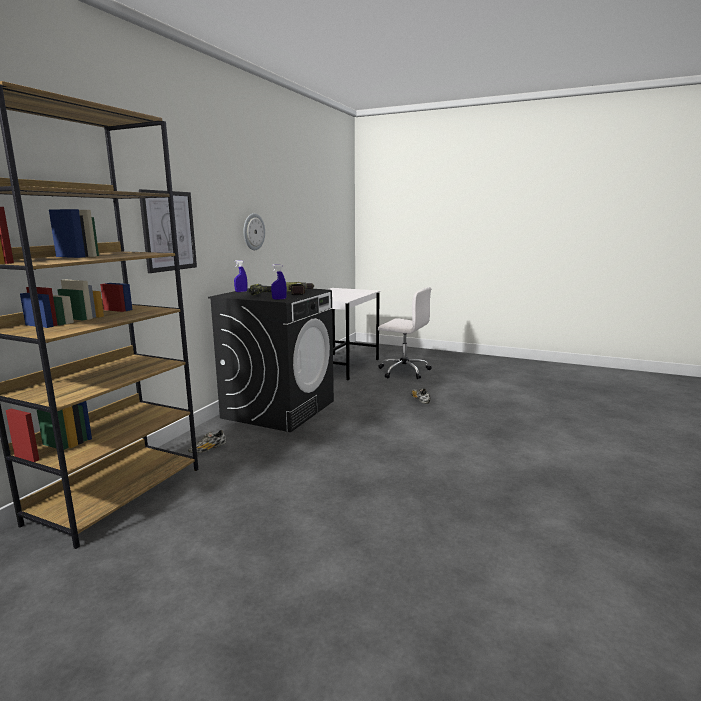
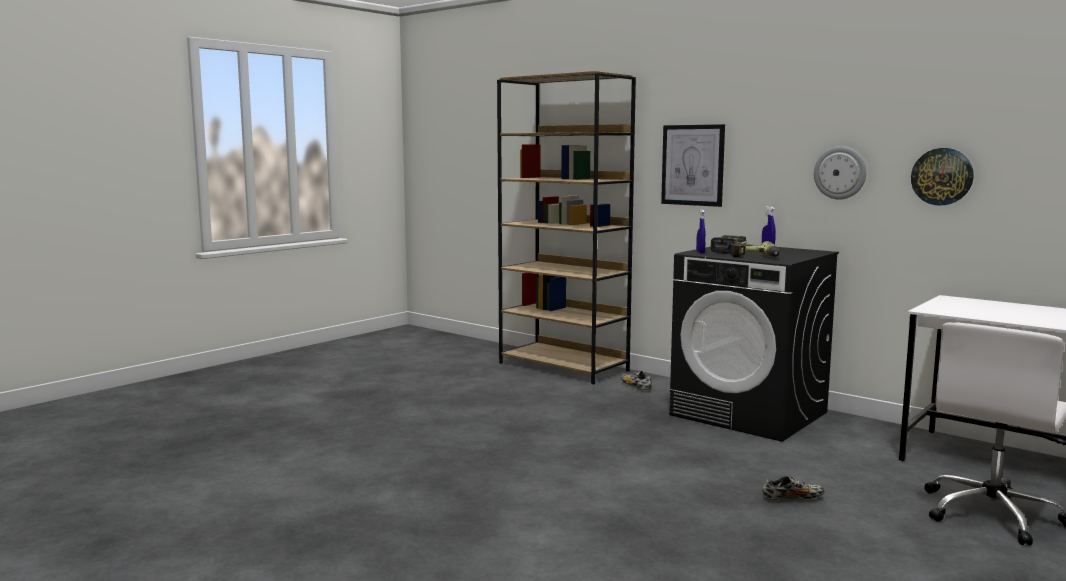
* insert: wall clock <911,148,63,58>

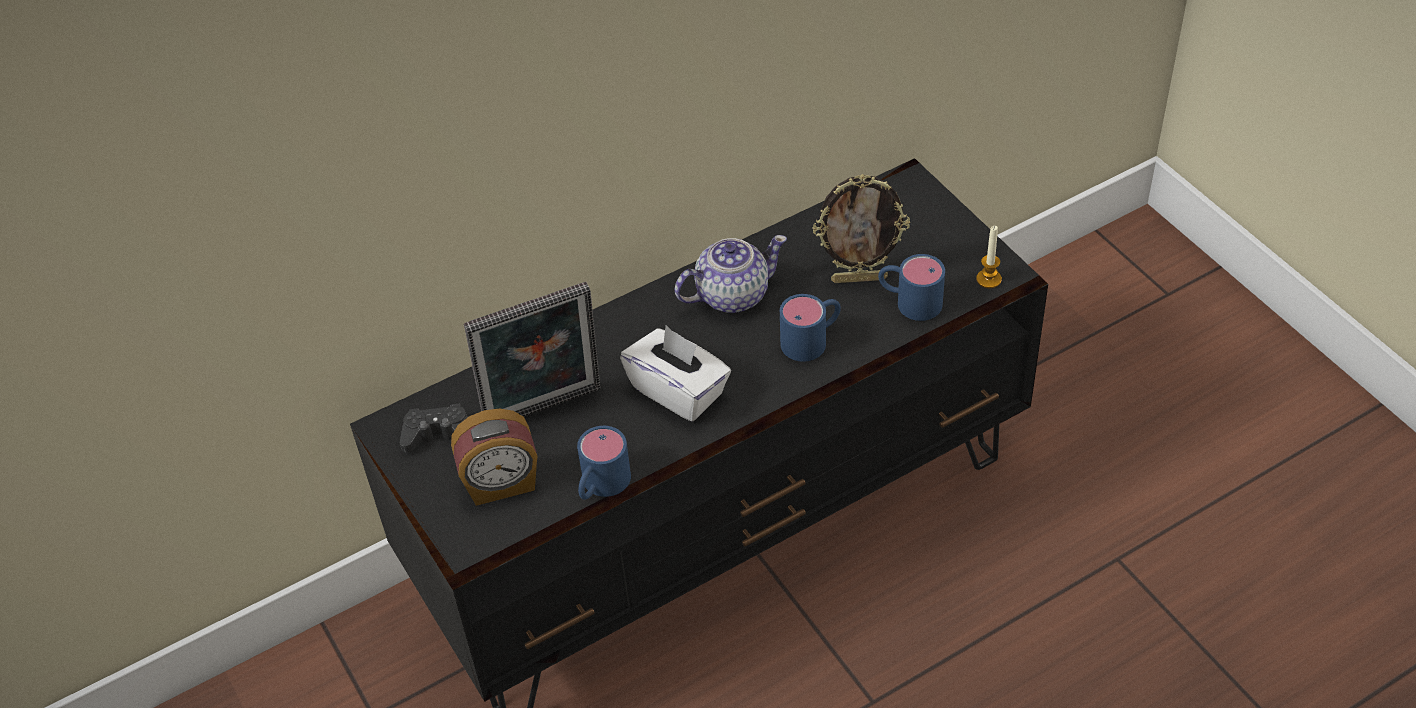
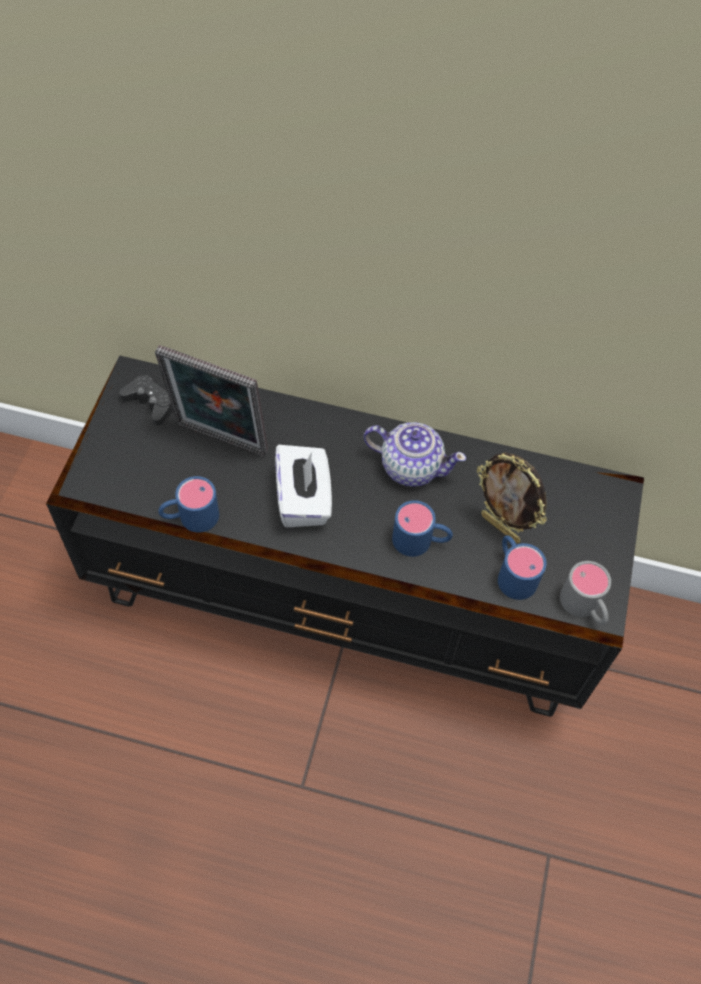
* delete: alarm clock <451,408,86,98>
* replace: wax candle <976,226,26,62> to coffee mug/greyish <560,561,51,64>

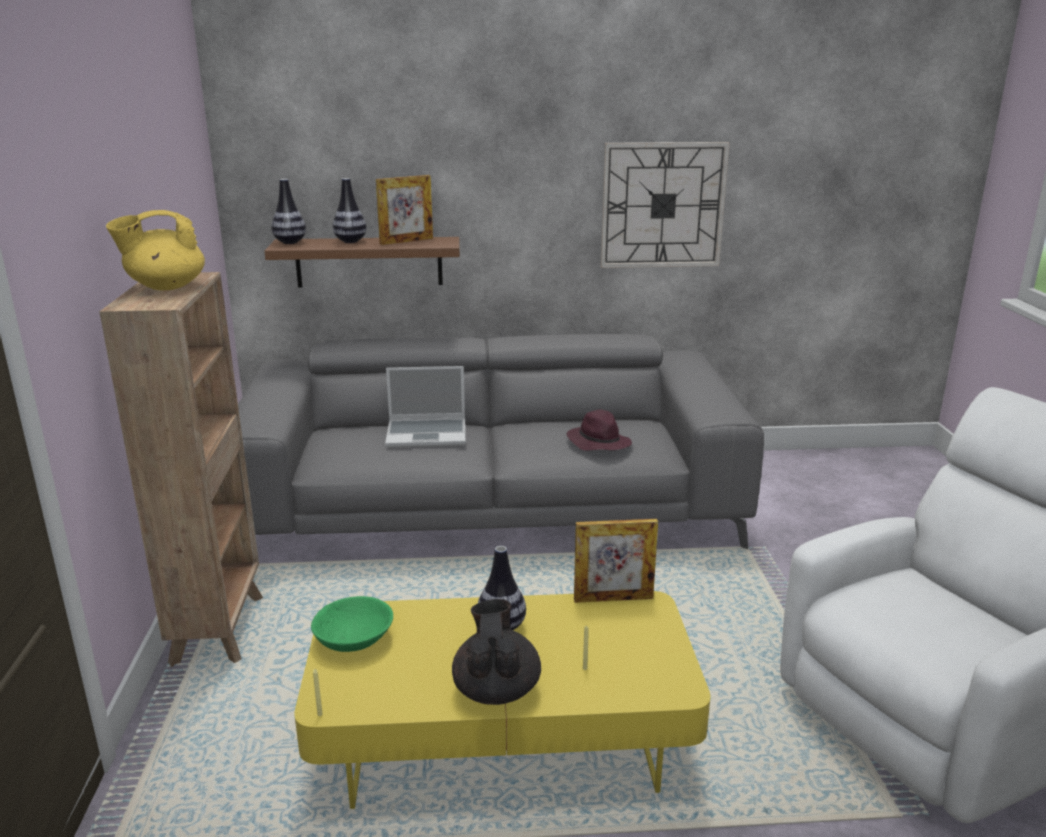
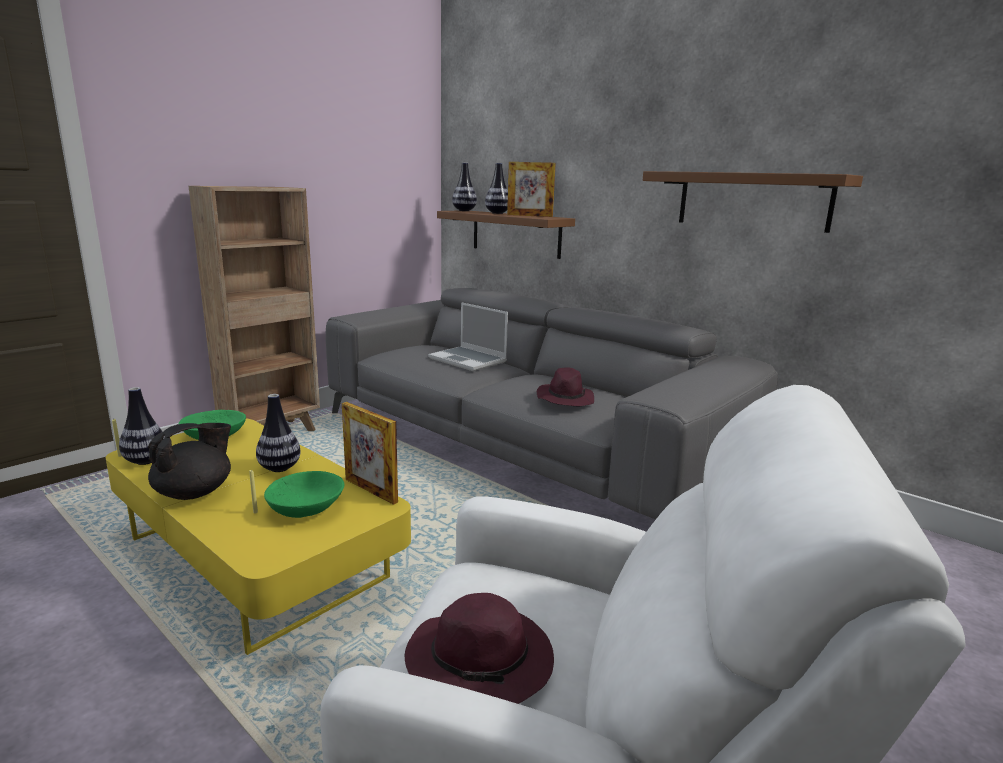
* delete: teapot/yellowish <106,210,99,80>
* replace: wall clock <600,142,130,126> to wall shelf/brown <643,171,220,62>
* insert: decorative vase <119,387,46,78>
* insert: serving bowl/greenish <264,471,81,47>
* insert: clothing hat/purple <405,593,149,111>

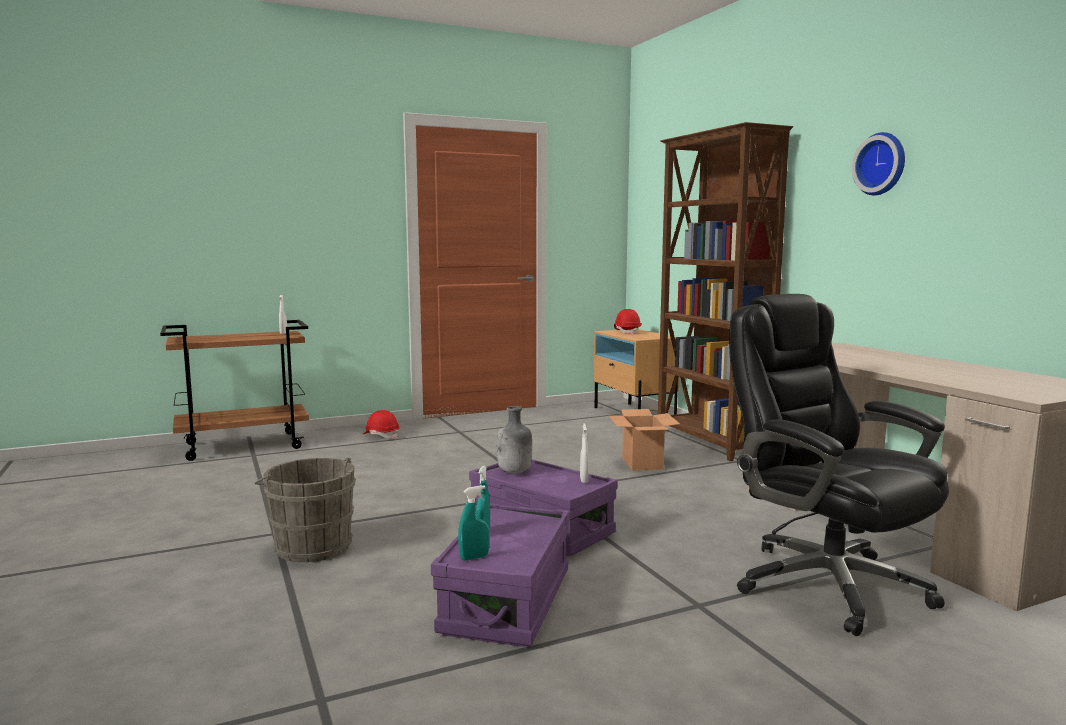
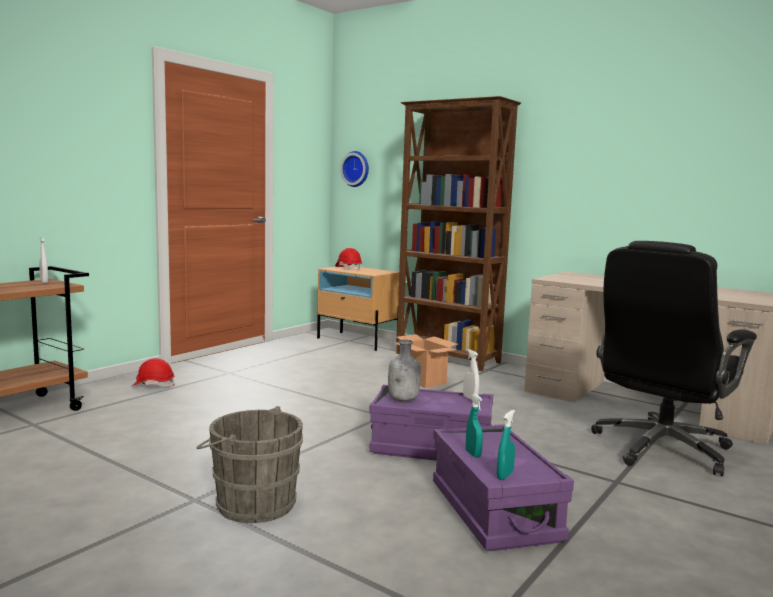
* rotate: office chair/black-coloured <729,294,220,342> = <591,241,166,235> 75 degrees counterclockwise
* move: wall clock <852,132,53,63> to <340,151,29,36>

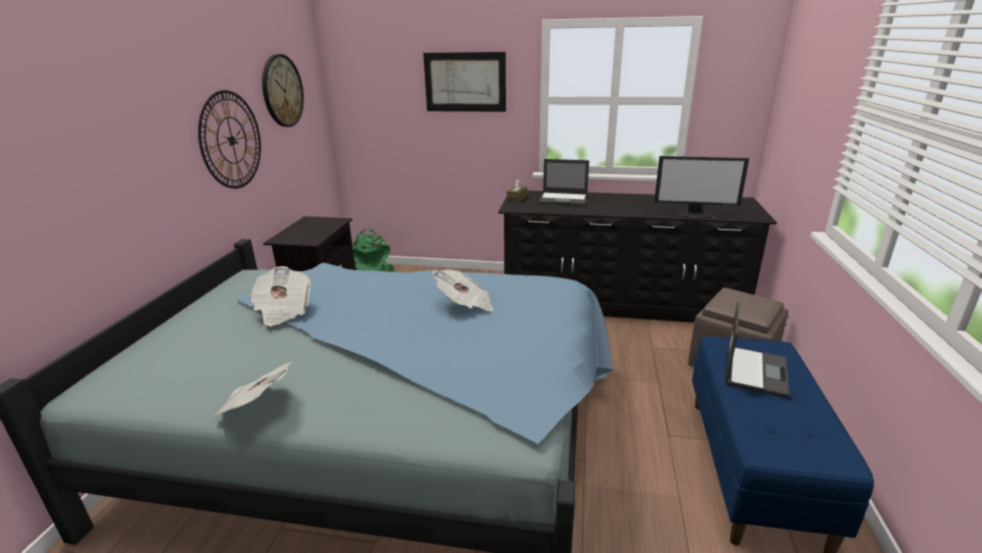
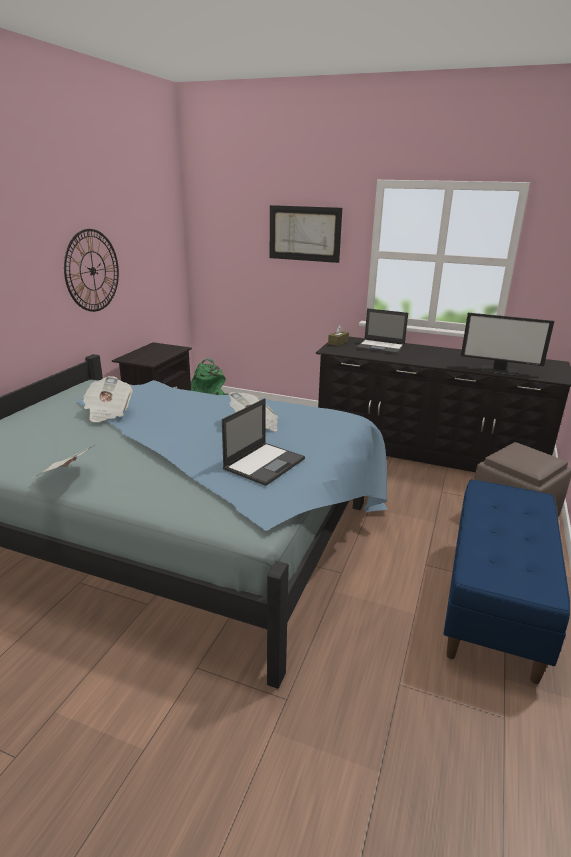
* delete: wall clock <262,54,42,73>
* move: laptop <725,301,65,97> to <222,398,83,88>

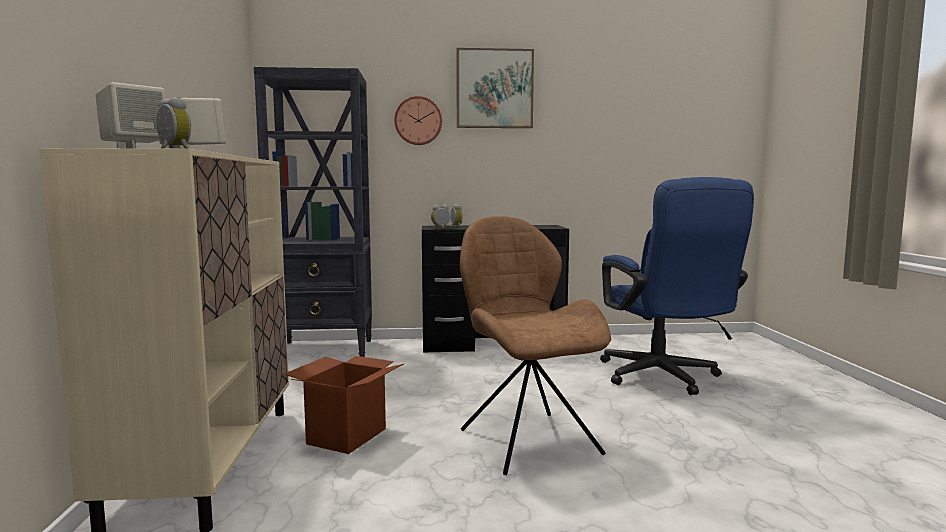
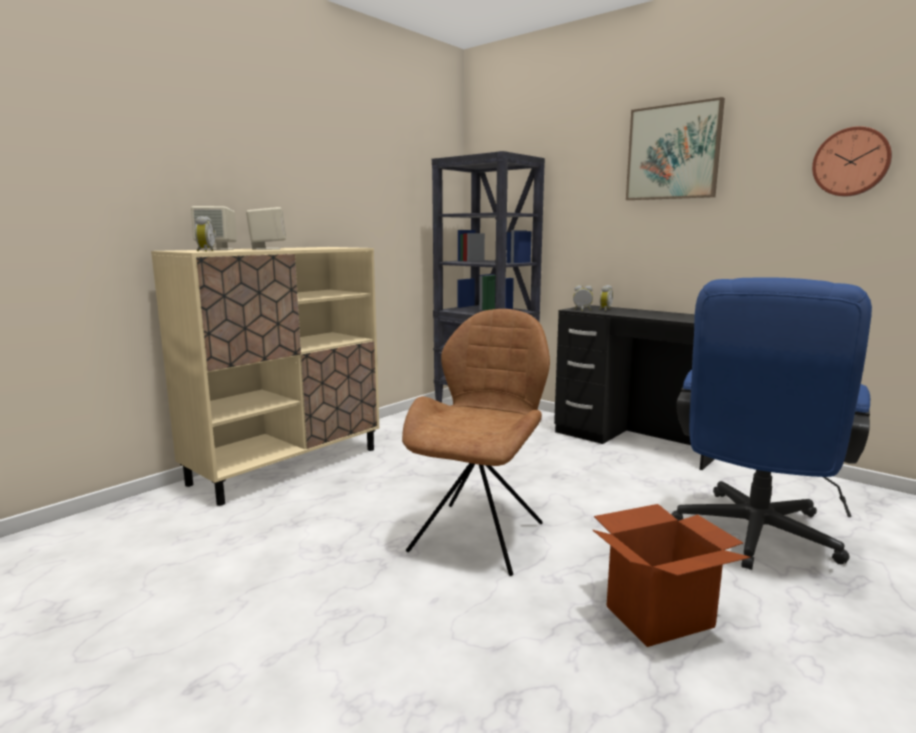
* move: packing box <284,356,120,98> to <592,504,159,143>
* move: wall clock <394,96,48,49> to <812,126,80,70>

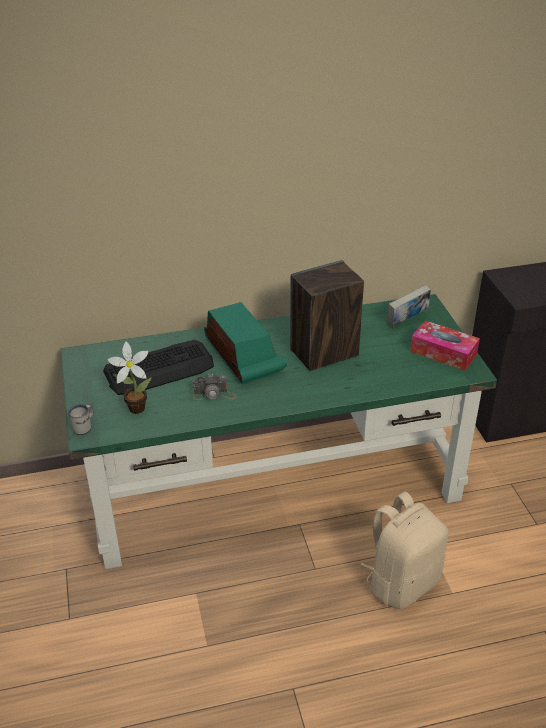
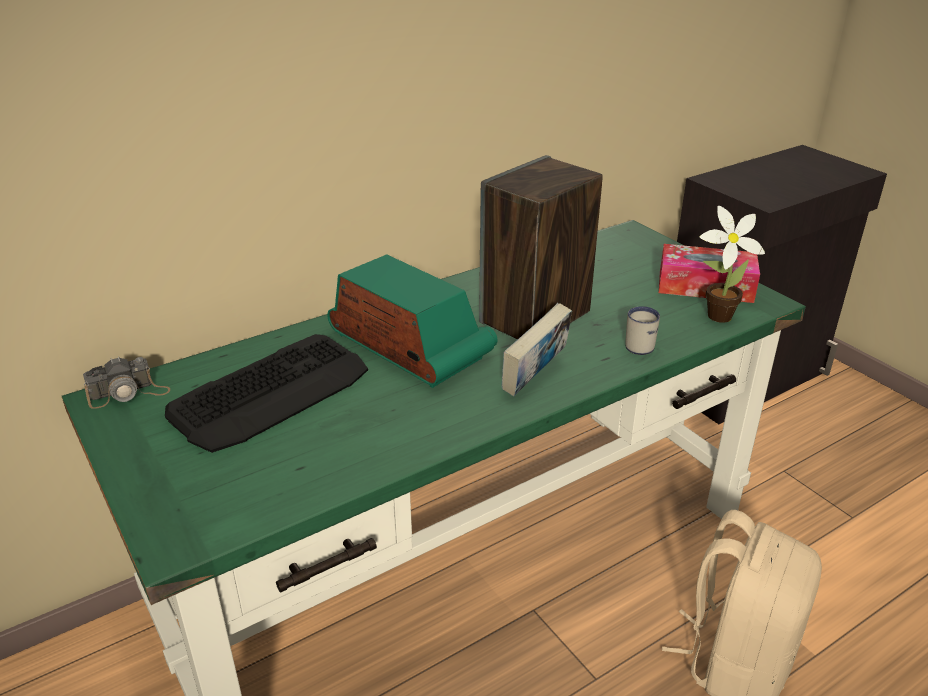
* move: coffee mug/white-coloured <68,404,25,31> to <625,306,35,49>
* move: plant in a pot <108,342,43,72> to <700,206,65,117>
* move: still camera <193,373,43,27> to <83,356,87,53>
* move: volume <388,285,43,42> to <502,303,70,93>

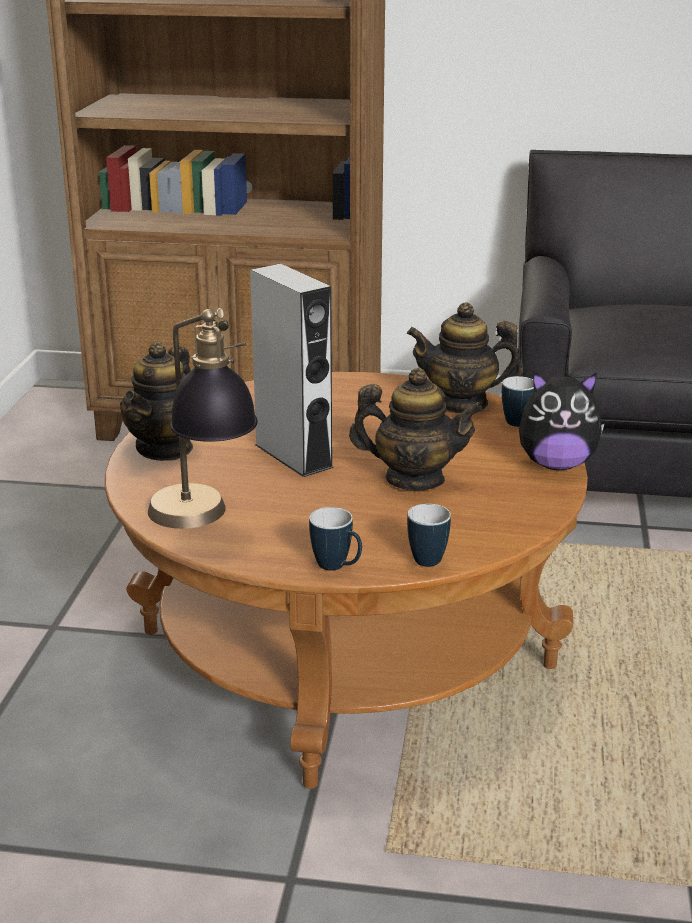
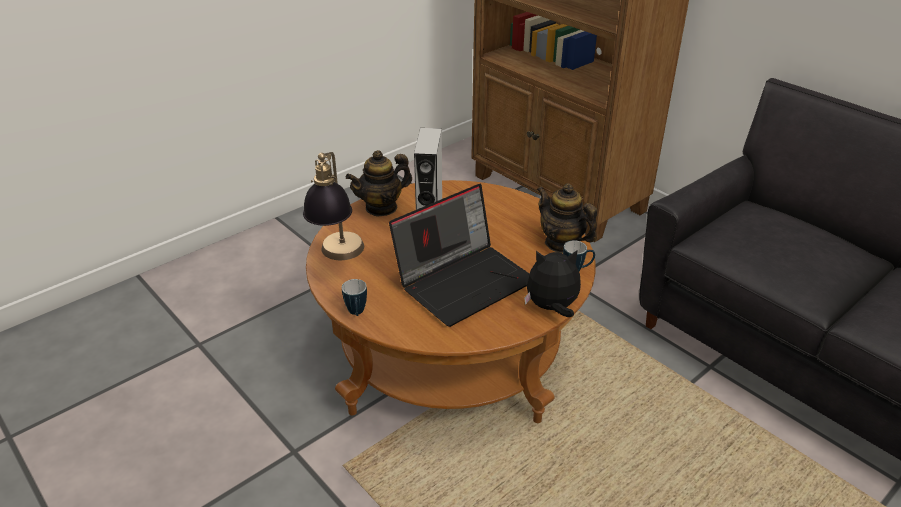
* replace: teapot <349,368,134,122> to laptop <389,184,140,143>
* delete: coffee mug <407,504,44,63>
* rotate: plush toy <519,372,86,98> = <524,250,57,67> 135 degrees clockwise

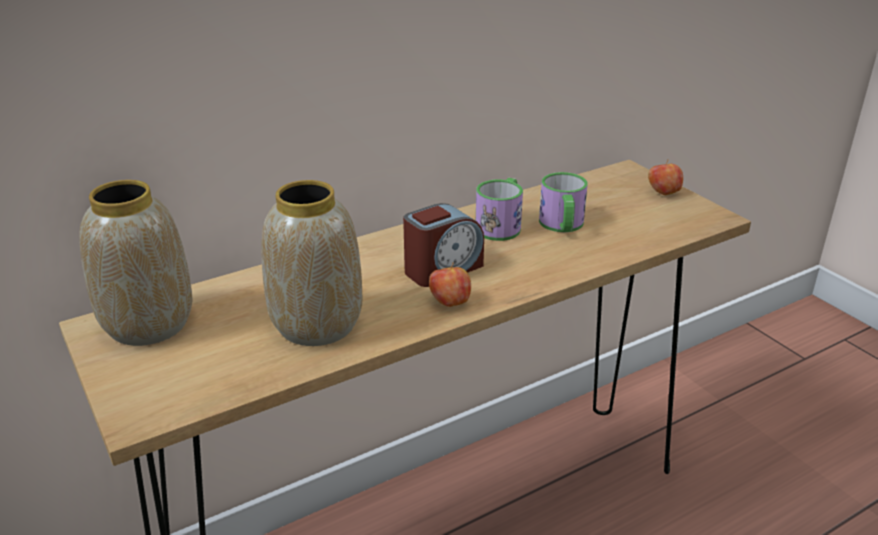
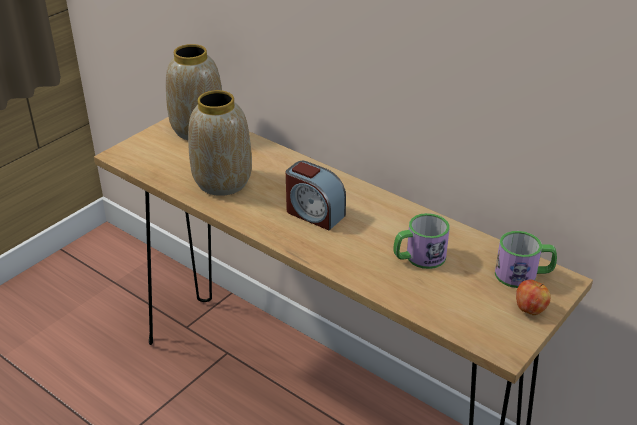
* delete: apple fruit <429,262,42,45>
* move: coffee mug <476,178,47,63> to <495,231,62,57>

